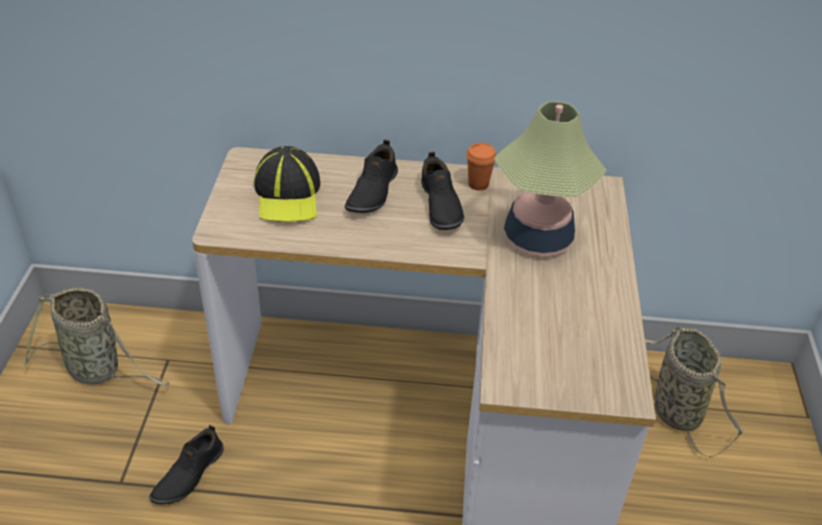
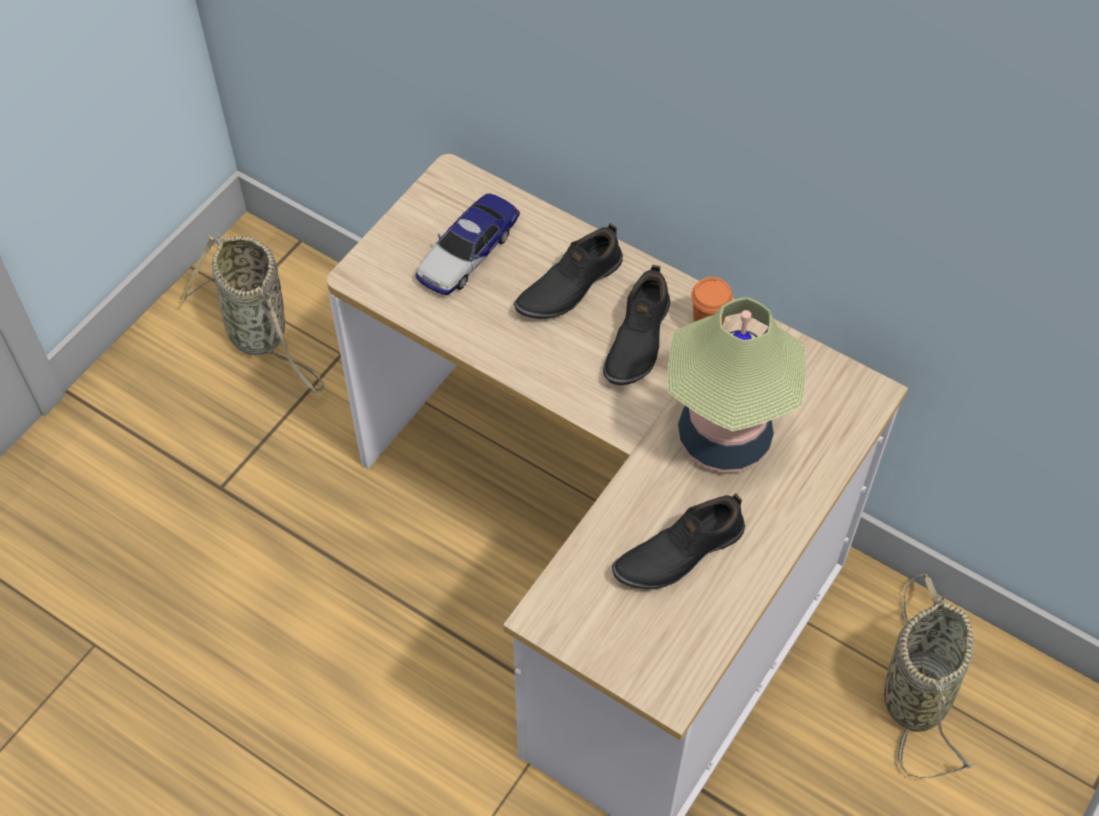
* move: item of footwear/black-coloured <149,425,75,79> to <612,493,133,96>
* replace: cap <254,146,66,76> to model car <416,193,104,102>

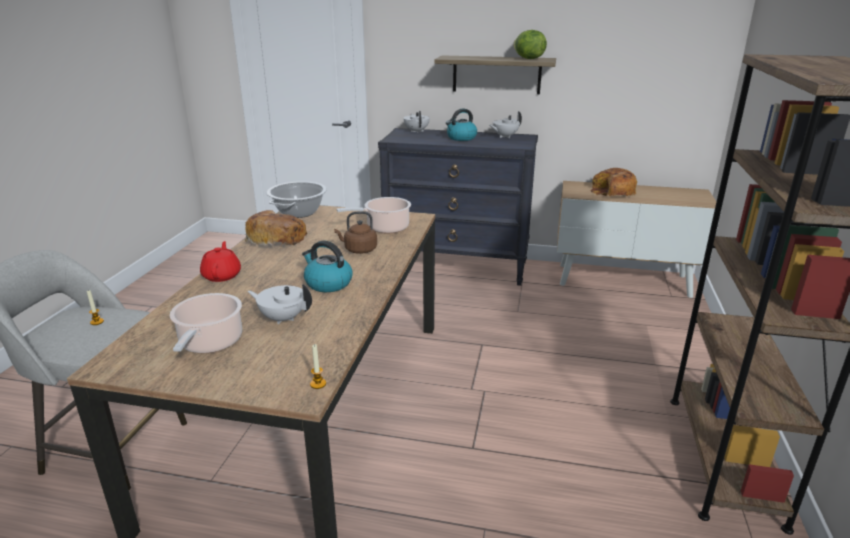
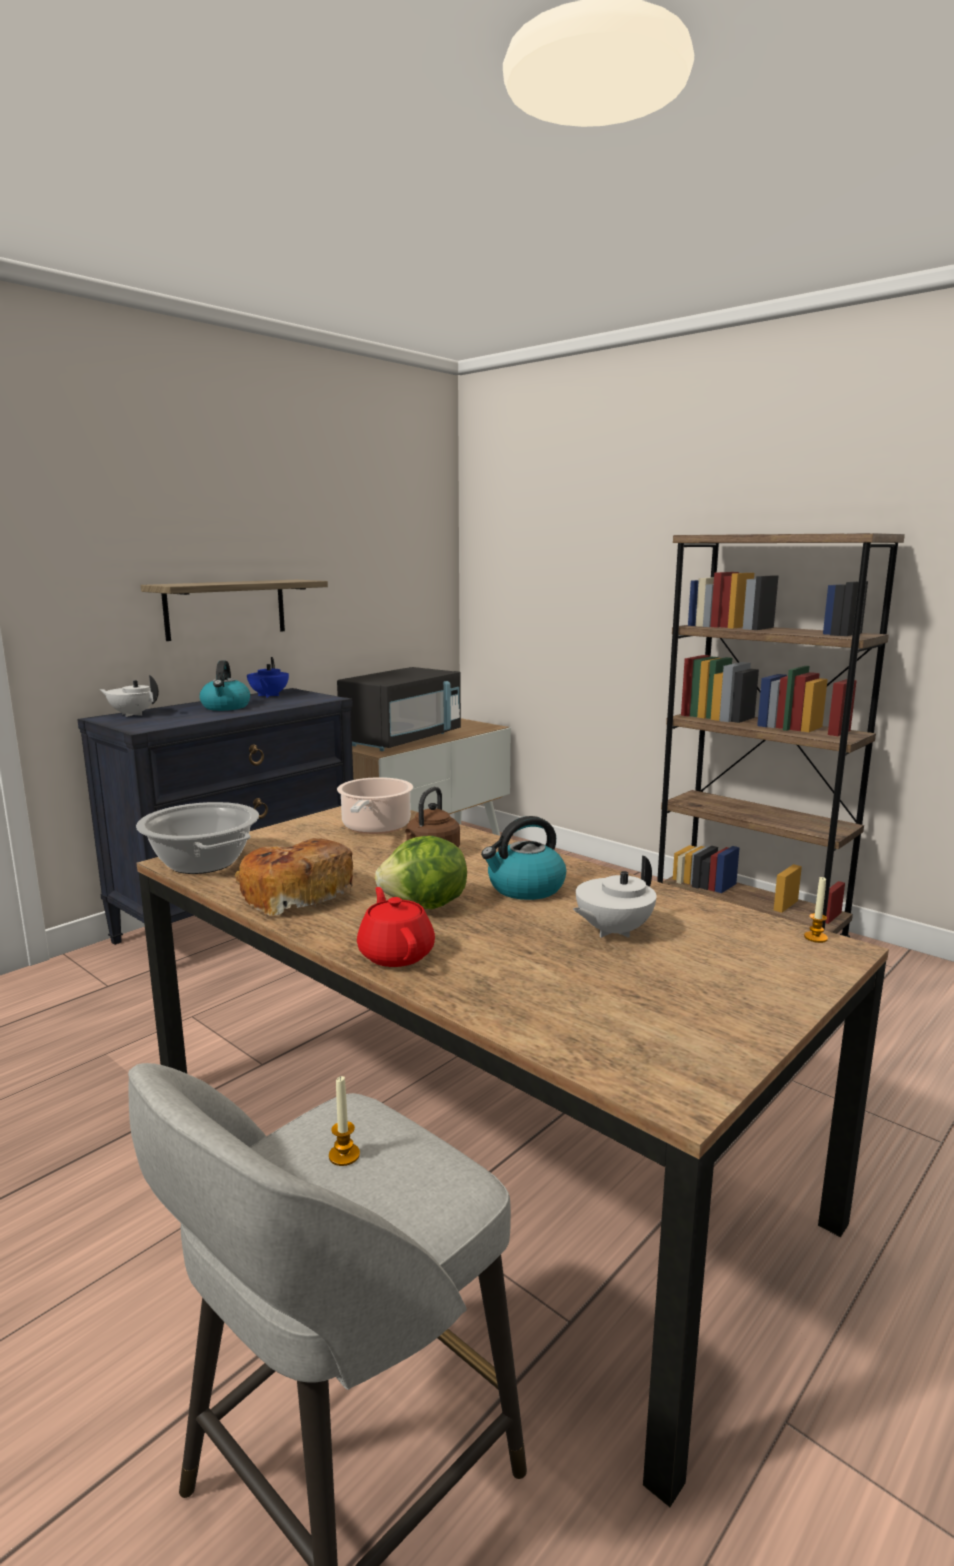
* delete: cooking pot <170,293,72,60>
* rotate: teapot/reddish <200,241,41,41> = <357,887,78,80> 45 degrees clockwise
* recolor: teapot/white-coloured <490,111,32,27> to teapot/bluish <247,657,42,41>
* move: lettuce <513,30,34,29> to <375,836,92,73>
* replace: bakery bread <590,168,47,29> to kitchen microwave/black-coloured <337,667,124,84>

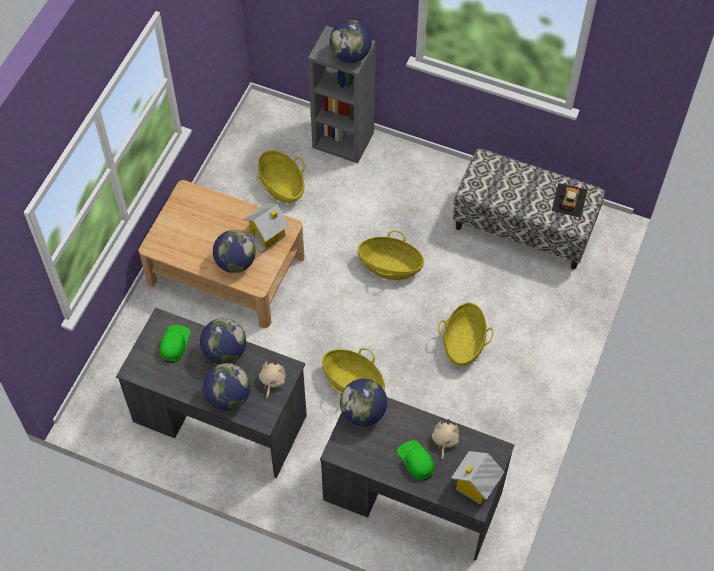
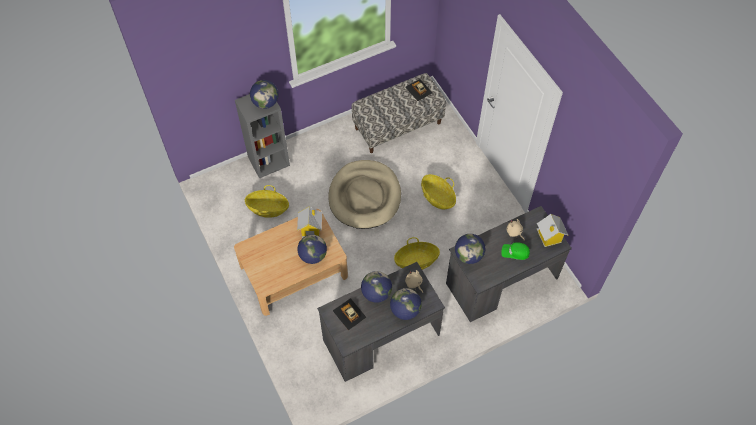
* replace: cap/greenish <160,325,30,38> to model car <333,298,34,32>
* replace: basket <358,231,66,49> to dog cushion/beige-coloured <328,160,73,69>

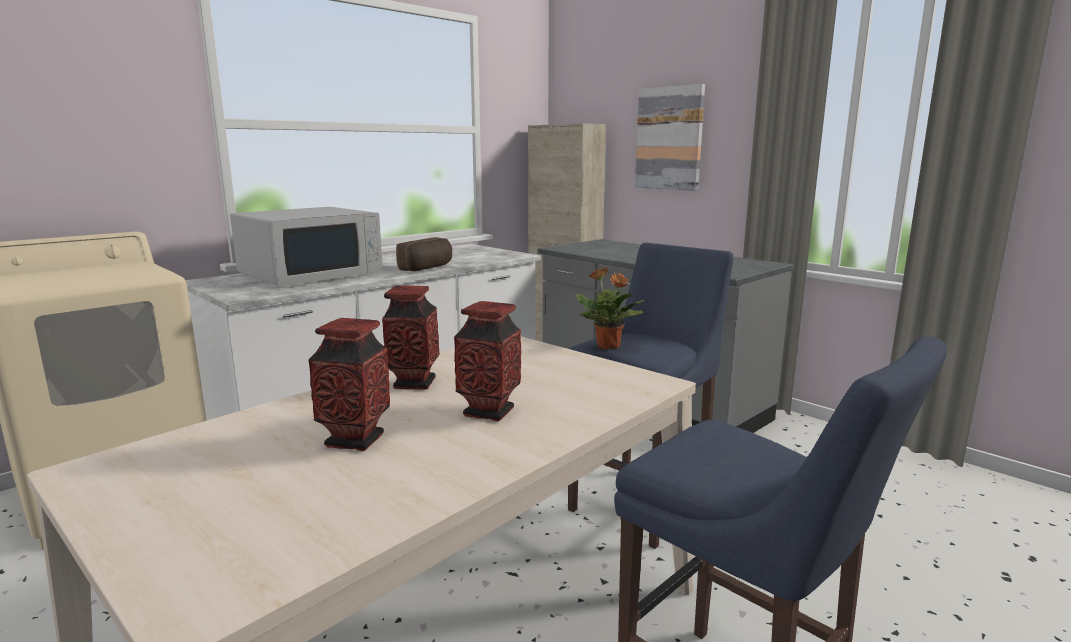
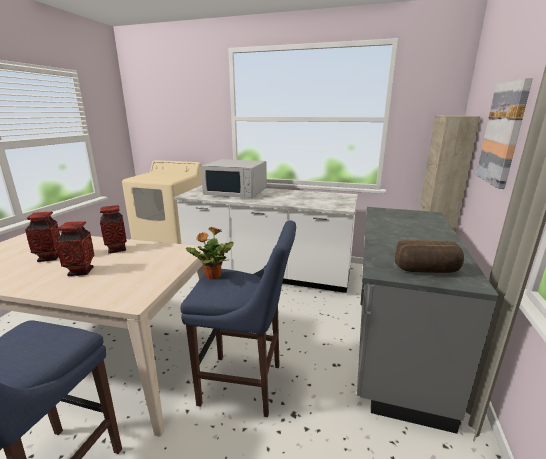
* move: bakery bread <396,237,56,34> to <395,240,69,33>

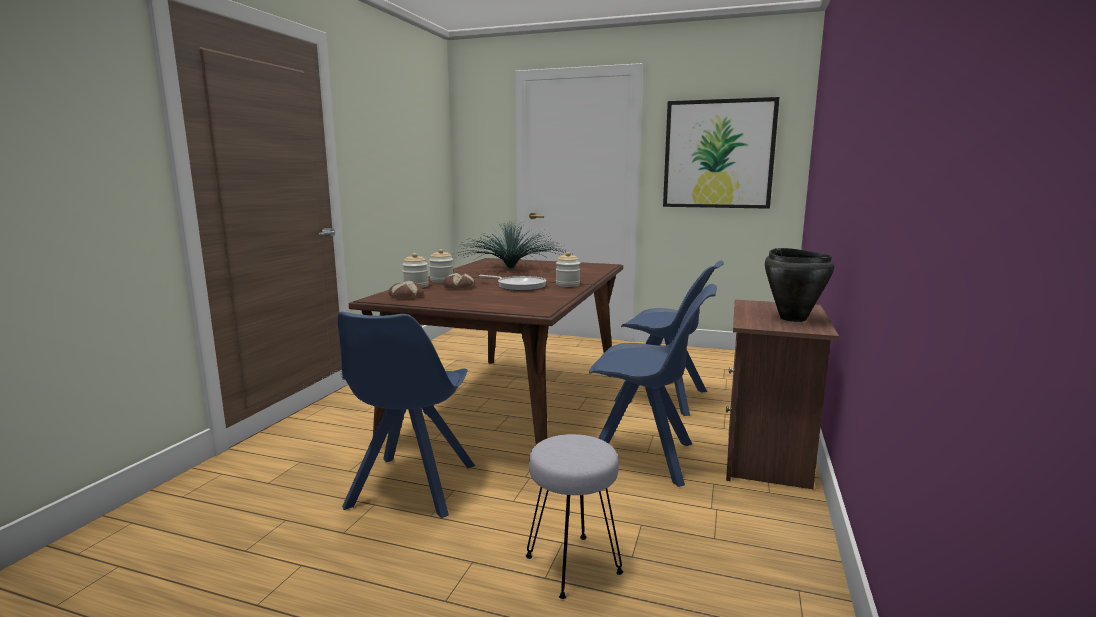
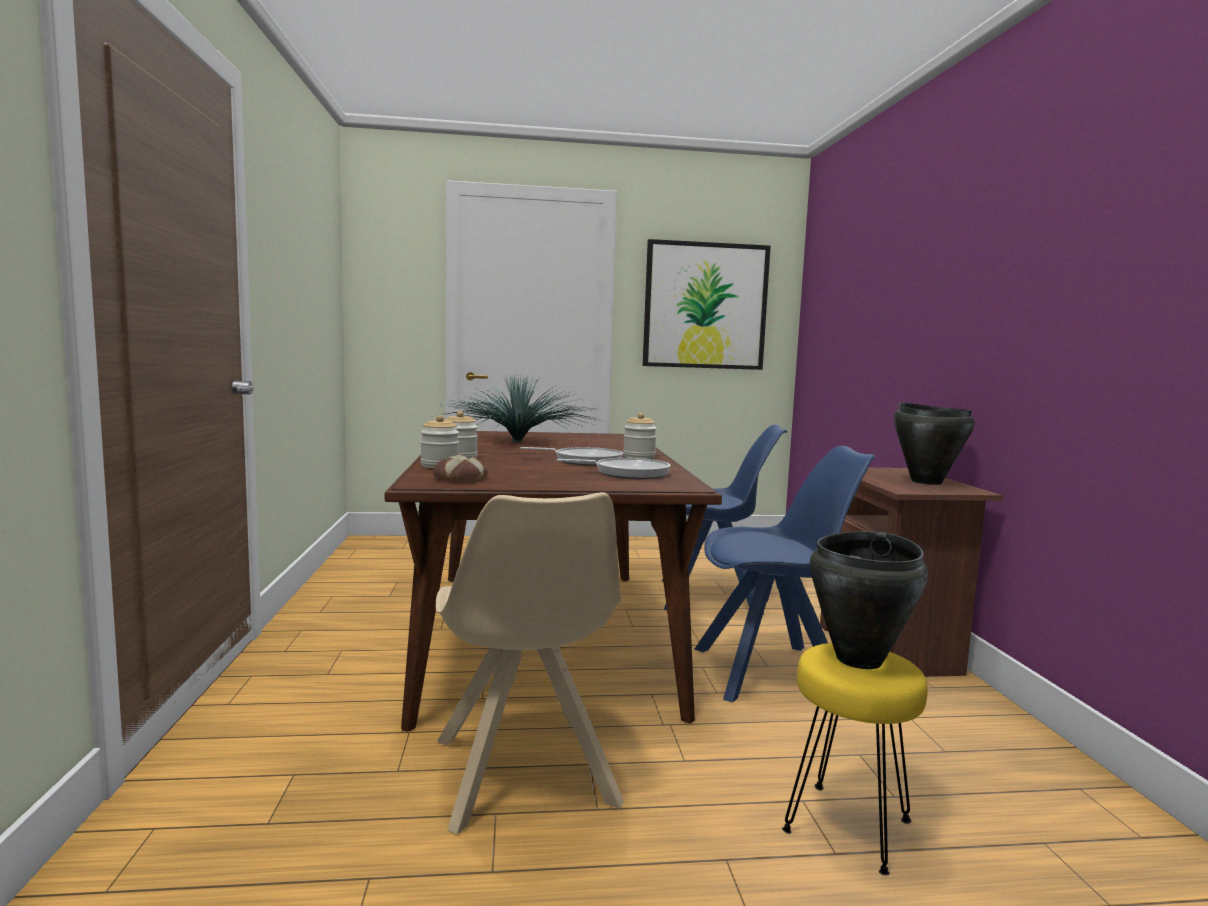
* recolor: upright chair/bluish <337,312,138,206> to upright chair/beige-coloured <436,492,188,343>
* delete: bakery bread <443,273,32,16>
* recolor: stool/greyish <526,434,97,165> to stool/yellowish <782,643,145,232>
* insert: pan <557,458,113,21>
* insert: cooking pot/black-coloured <810,531,118,138>

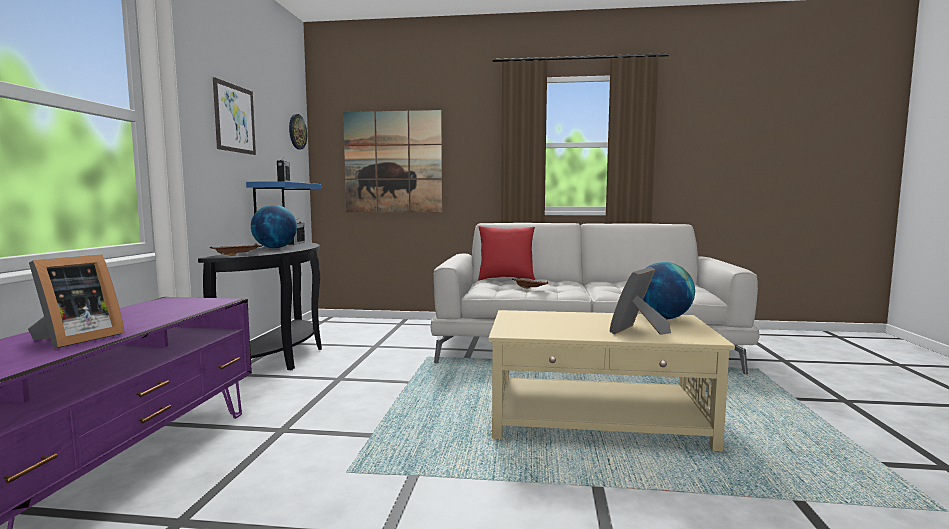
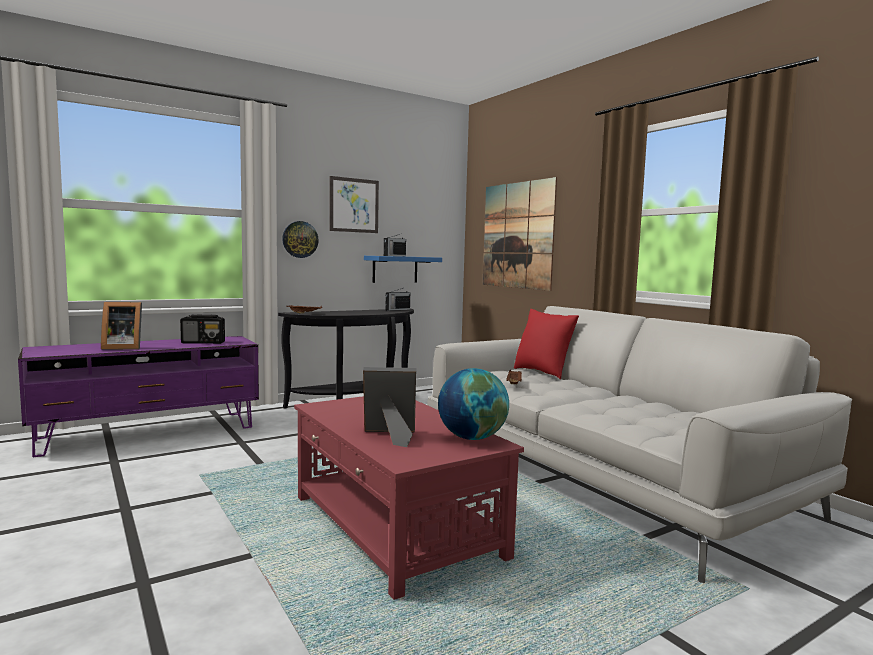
* delete: world globe <251,205,46,43>
* move: wall clock <289,114,18,36> to <282,221,37,37>
* recolor: lounge table/beige-coloured <488,310,247,141> to lounge table/reddish <294,396,230,204>
* insert: radio receiver <180,315,45,29>

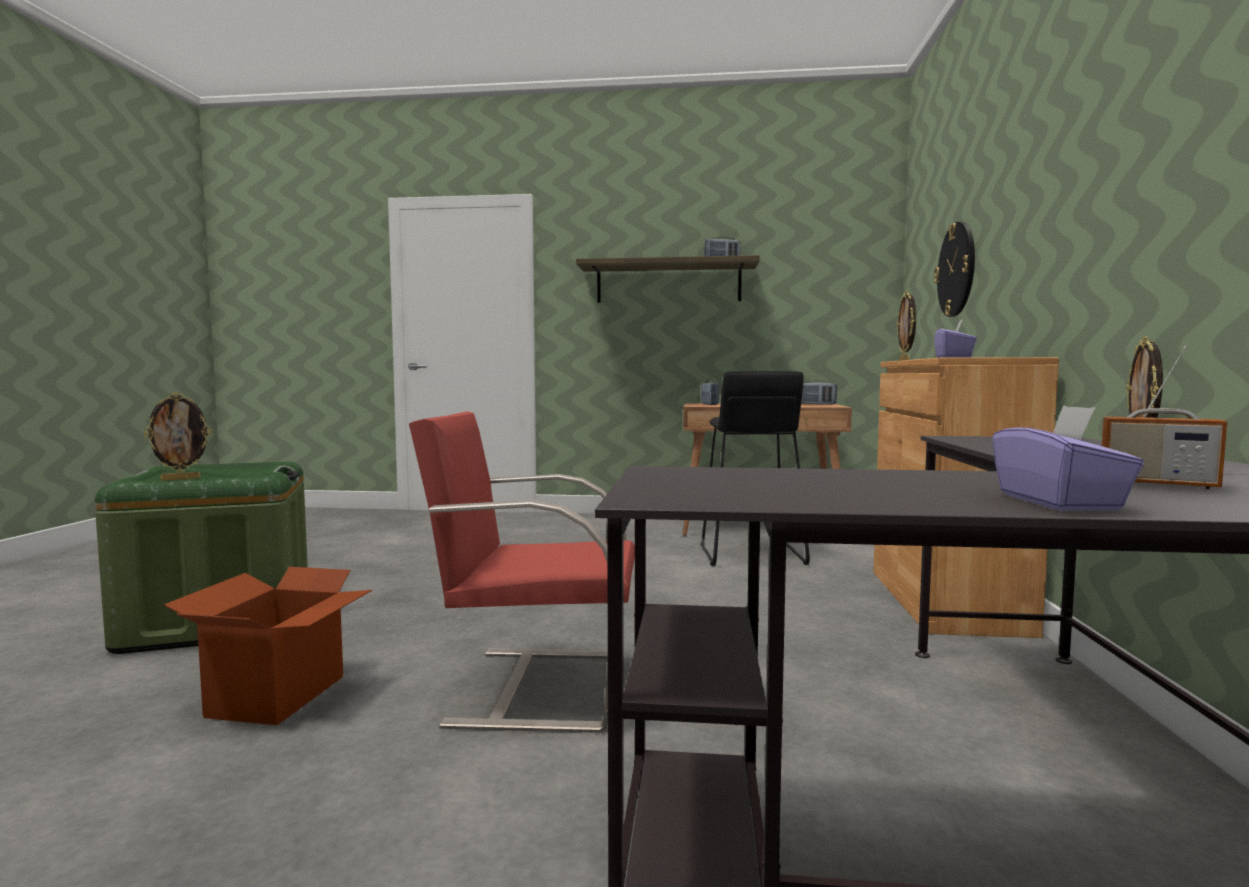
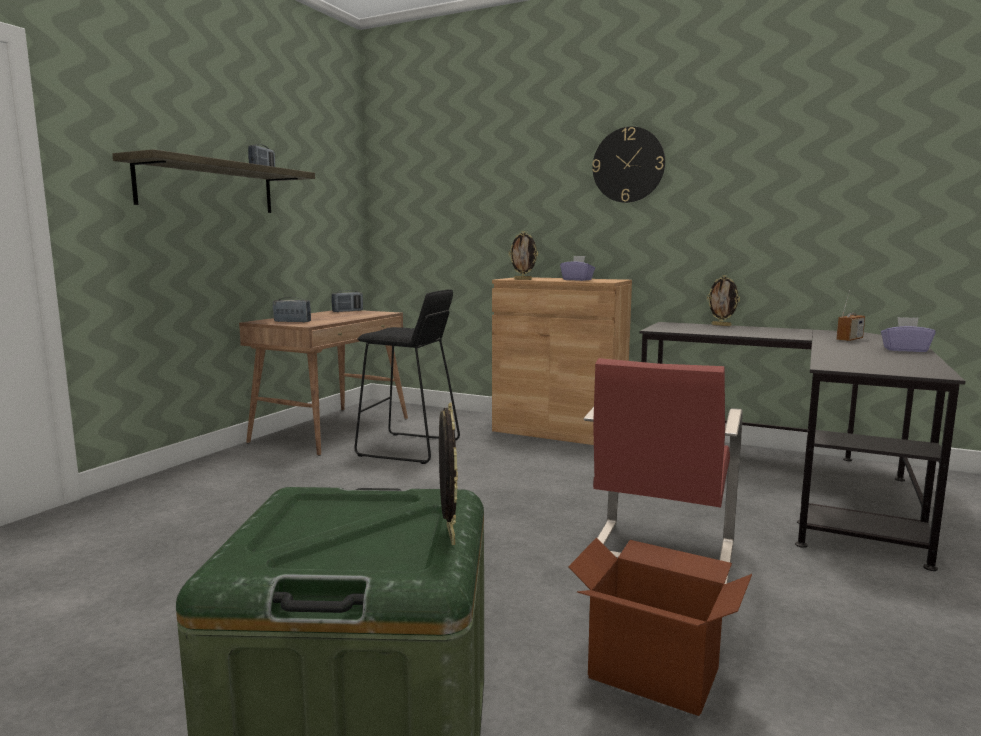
* move: wall clock <934,222,41,95> to <592,126,73,77>

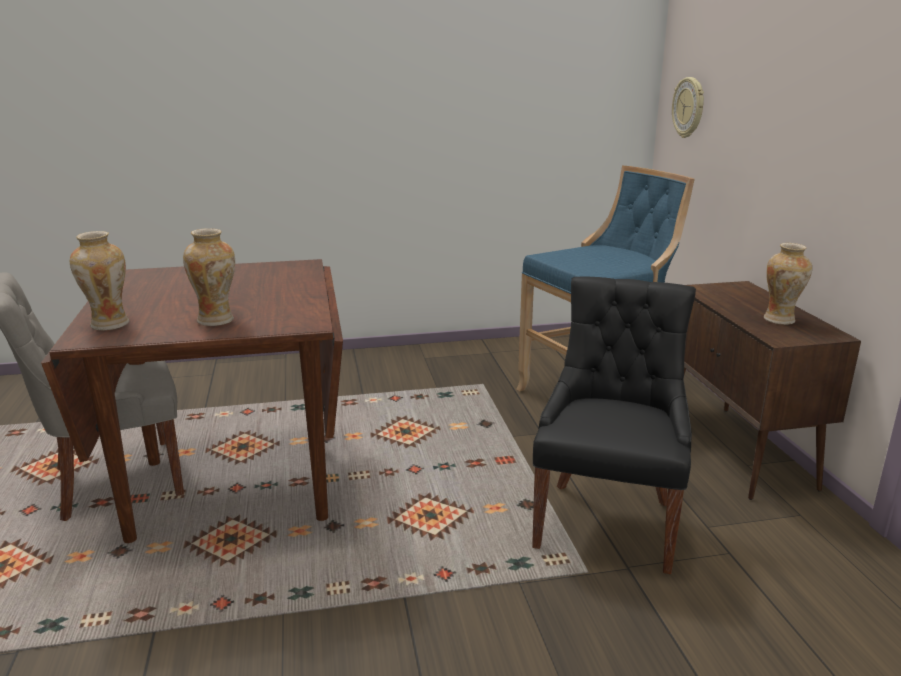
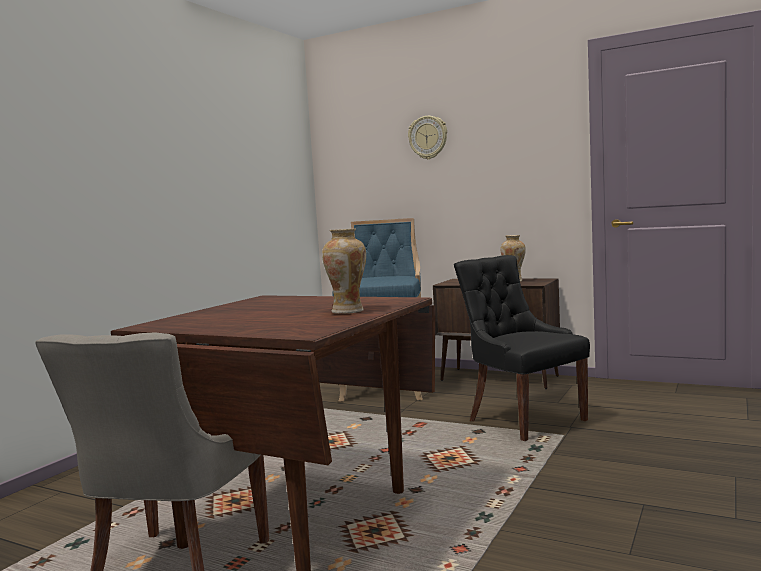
* delete: decorative vase <70,231,59,100>
* move: wall clock <672,77,32,61> to <408,116,39,43>

